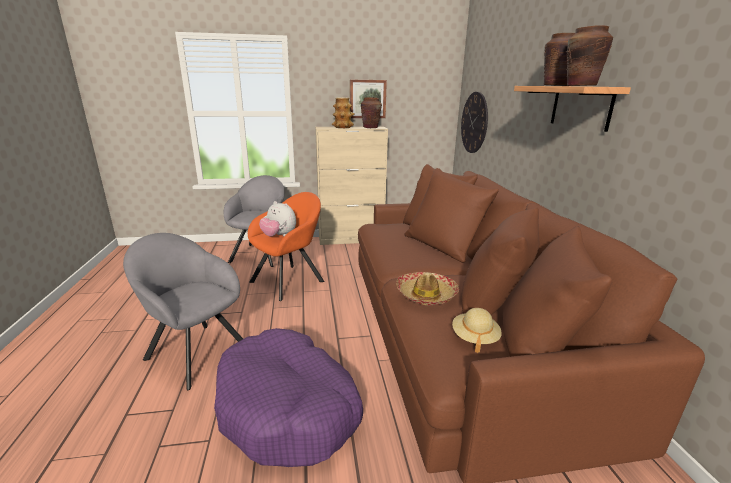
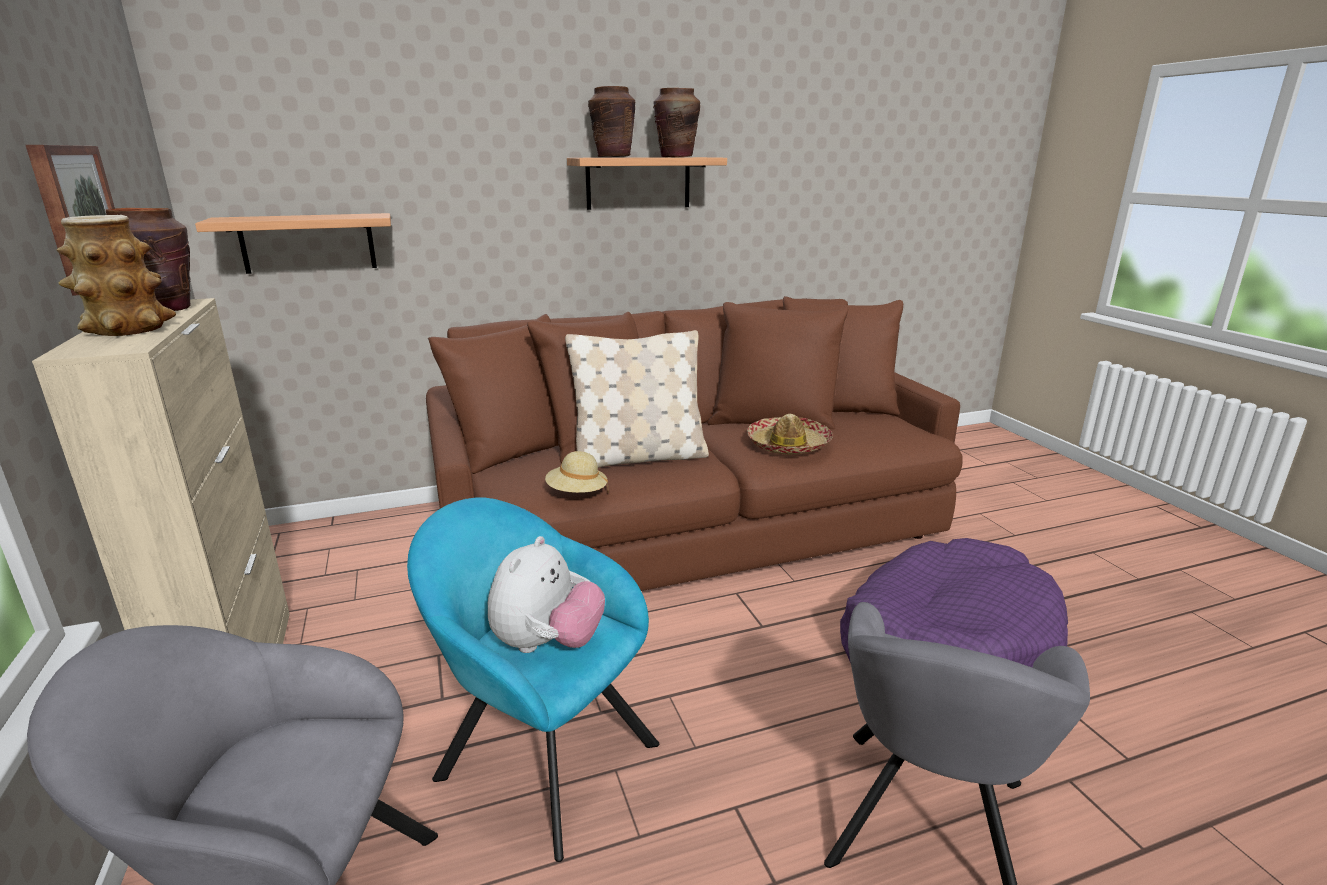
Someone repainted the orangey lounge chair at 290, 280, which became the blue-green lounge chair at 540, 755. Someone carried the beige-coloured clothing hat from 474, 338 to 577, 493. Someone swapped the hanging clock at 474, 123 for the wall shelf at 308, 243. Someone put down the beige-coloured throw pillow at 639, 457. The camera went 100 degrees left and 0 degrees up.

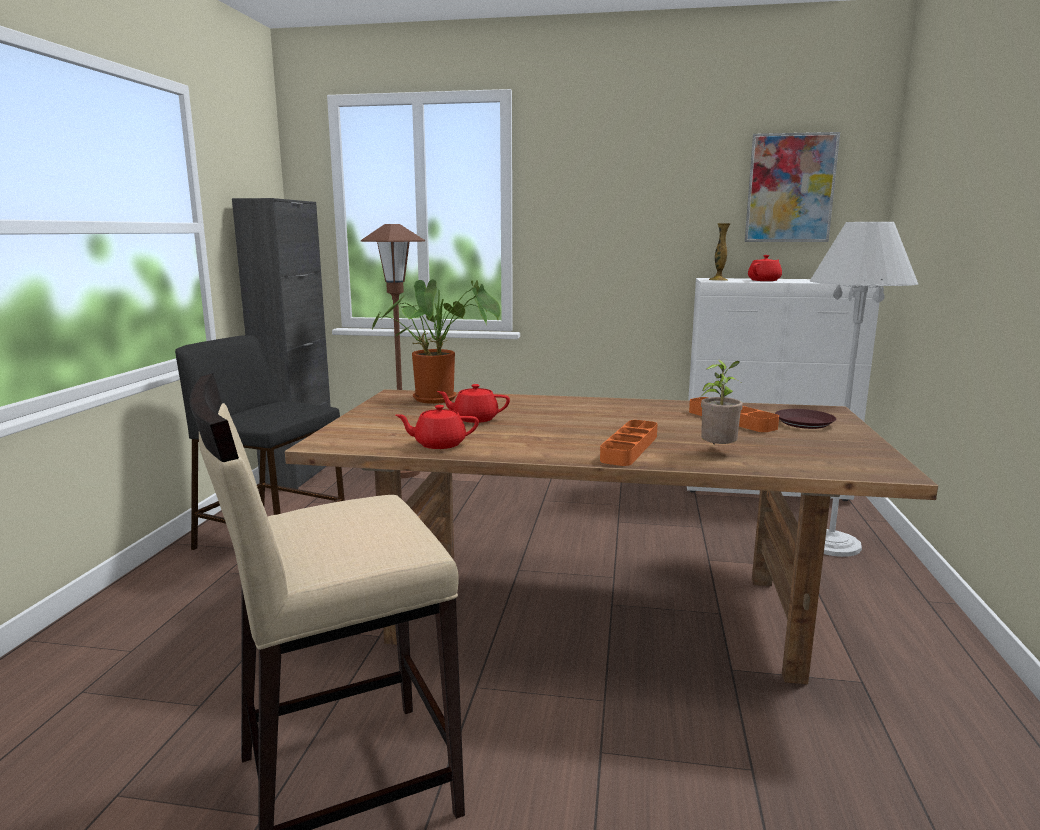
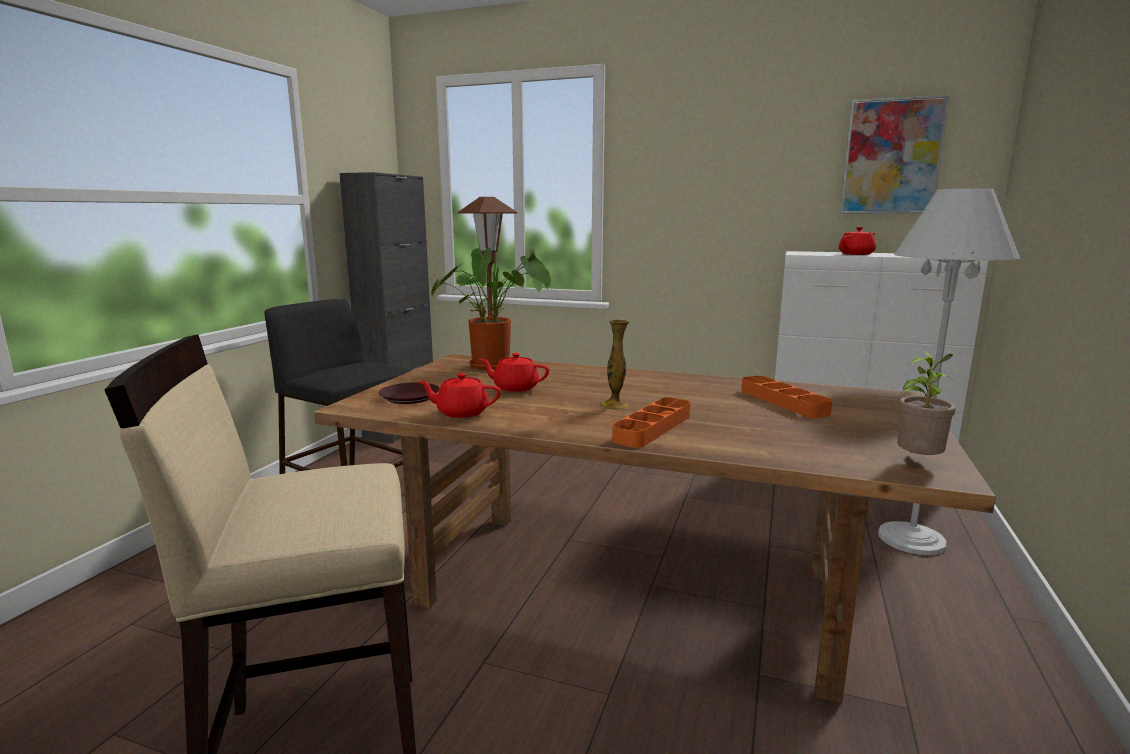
Someone carried the plant in a pot from 718, 452 to 917, 463. Someone carried the decorative vase from 718, 280 to 614, 406. Someone carried the brownish flat dish from 803, 423 to 409, 397. The camera went 10 degrees right and 0 degrees up.

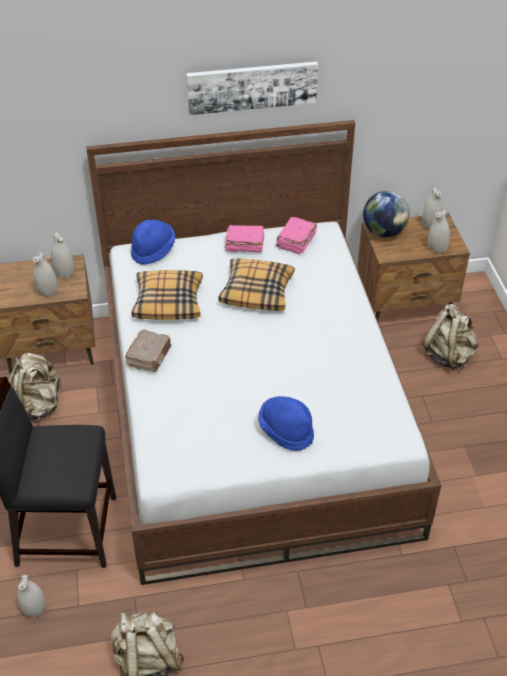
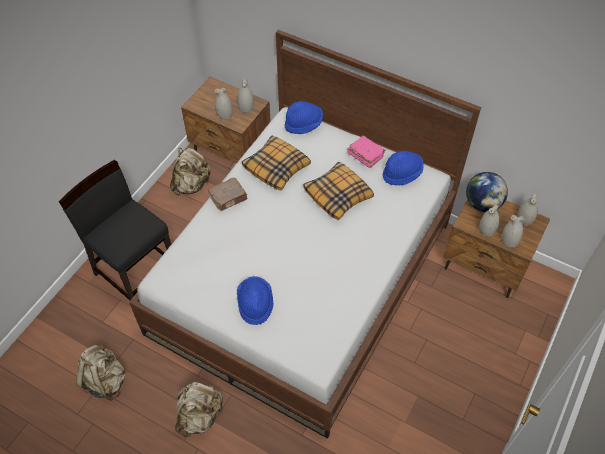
Someone carried the whitish decorative vase from 33, 608 to 486, 230. Someone took away the wall art at 252, 86. Someone swapped the pink-coloured book at 295, 241 for the blue clothing hat at 402, 174. Someone carried the beige-coloured rucksack from 448, 355 to 199, 416. The camera went 40 degrees right and 10 degrees up.

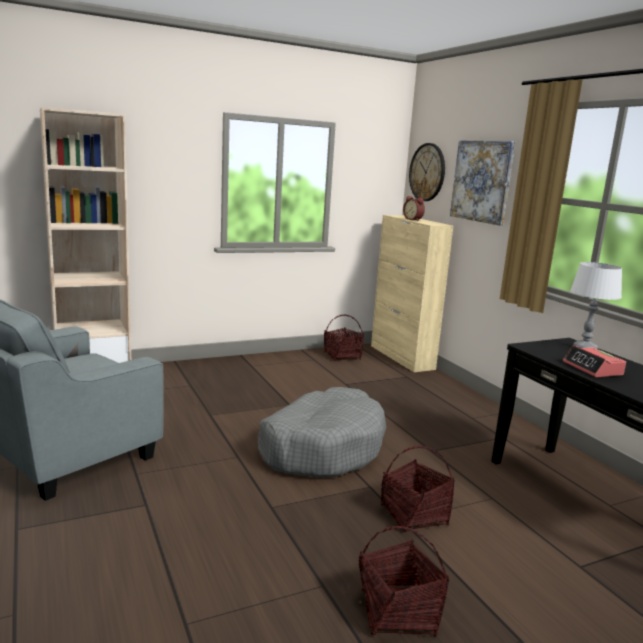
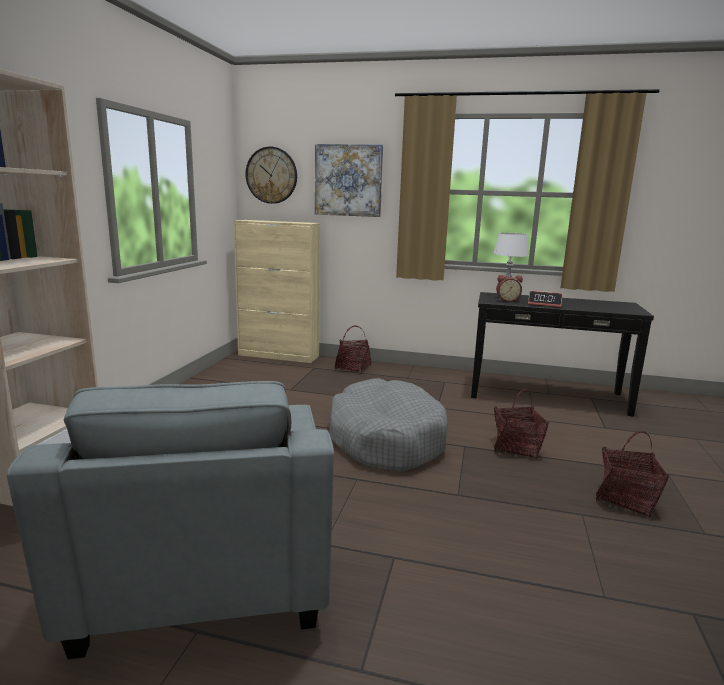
Someone carried the household basket from 342, 356 to 353, 367. Someone carried the table clock from 413, 219 to 507, 300. The camera went 50 degrees left and 0 degrees up.

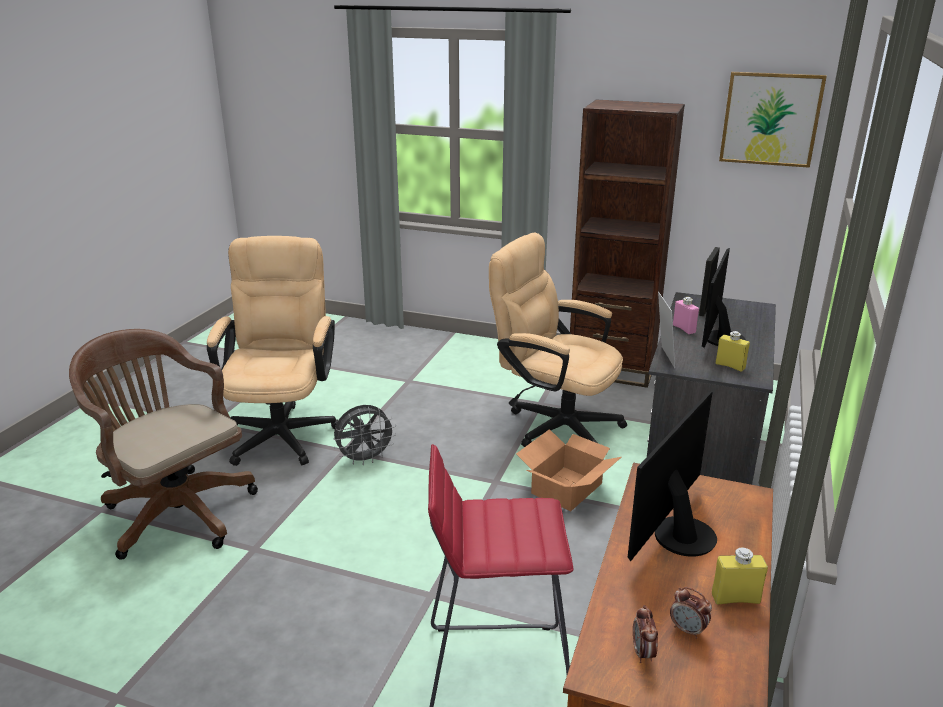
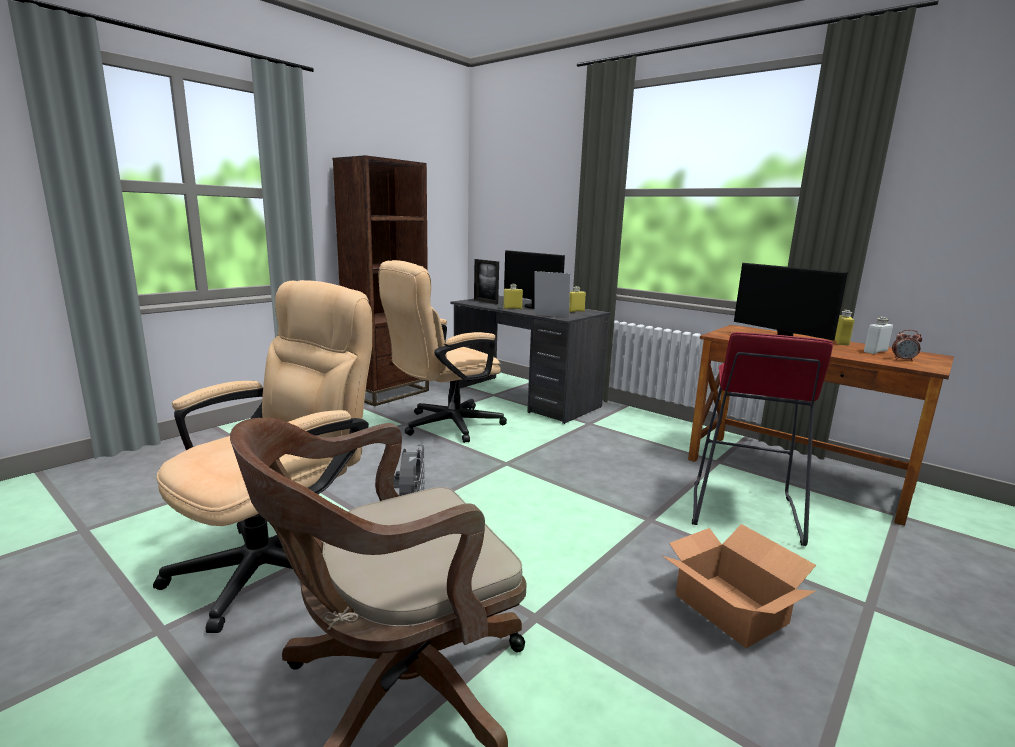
Someone rotated the beige-coloured computer chair at 283, 430 by 105 degrees clockwise. Someone carried the cardboard box from 568, 488 to 730, 608. Someone swapped the table clock at 688, 630 for the whitish drink bottle at 875, 351. Someone repainted the pink-coloured drink bottle at 684, 329, which became the yellow-coloured drink bottle at 512, 308. Someone took away the wall art at 770, 119. The camera went 70 degrees left and 10 degrees down.

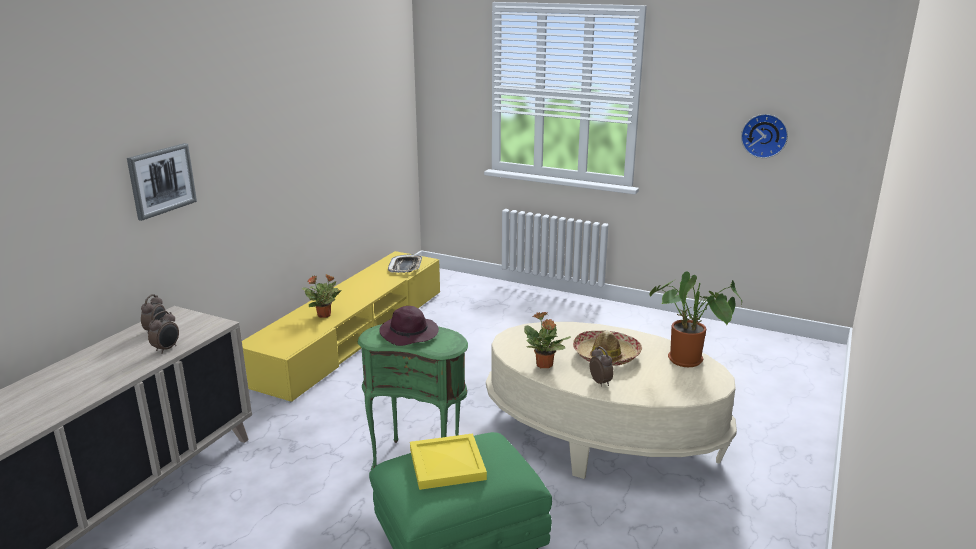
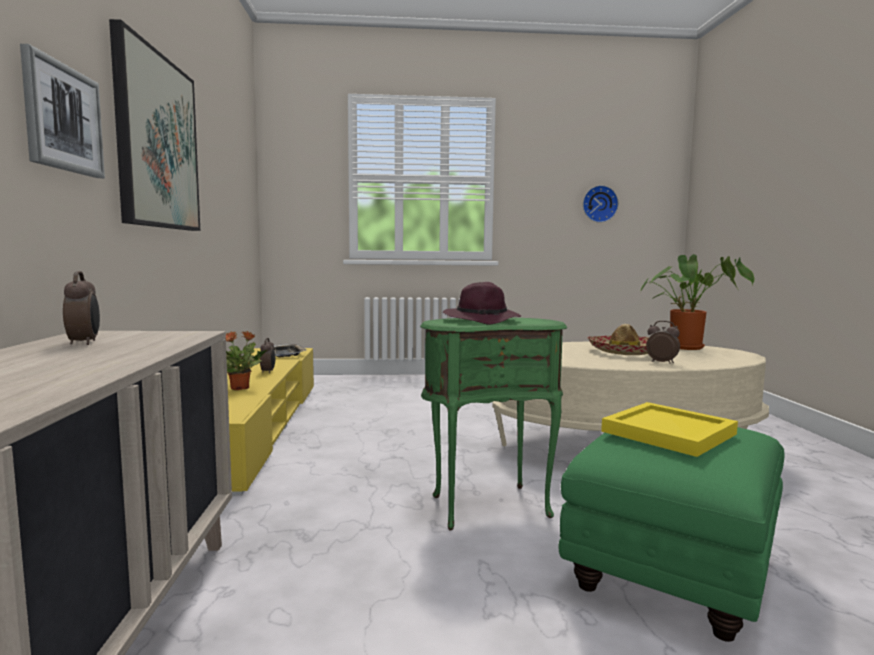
Someone carried the table clock from 167, 349 to 268, 372. Someone took away the plant in a pot at 544, 365. Someone put up the wall art at 157, 142. The camera went 30 degrees left and 15 degrees down.

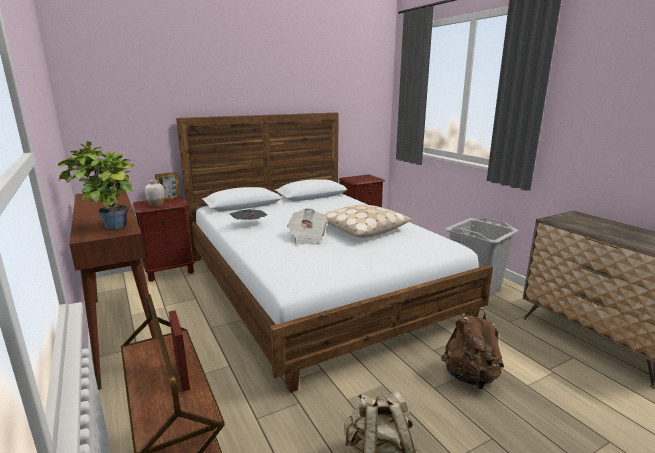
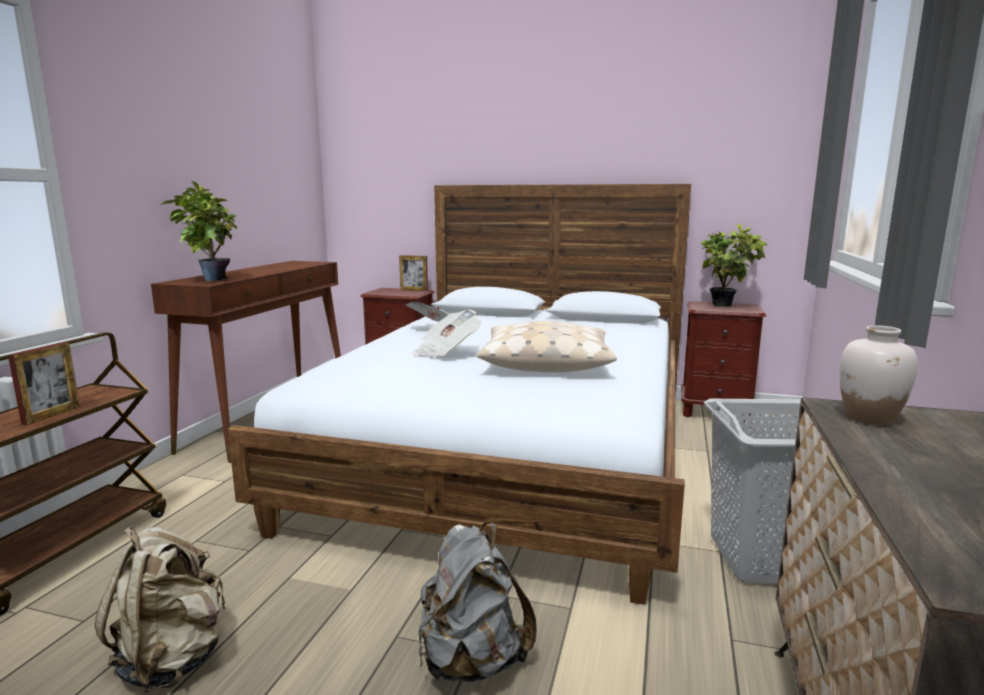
Someone carried the whitish decorative vase from 156, 205 to 870, 418. Someone repainted the brownish rucksack at 470, 377, which became the greyish rucksack at 471, 661. Someone put down the plant in a pot at 727, 306. The camera went 45 degrees right and 5 degrees down.

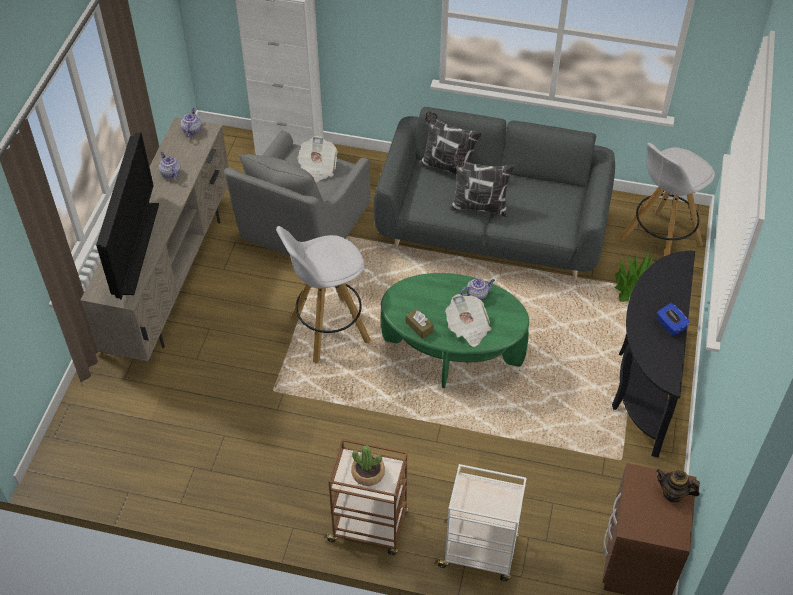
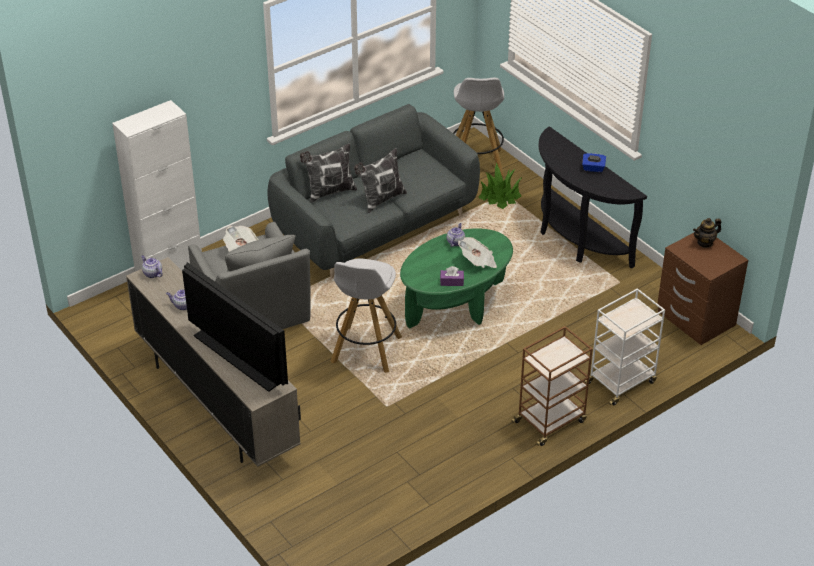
Someone took away the plant in a pot at 368, 473. Someone repainted the brownish tissue holder at 419, 327, which became the purple tissue holder at 451, 282. The camera went 50 degrees left and 10 degrees down.

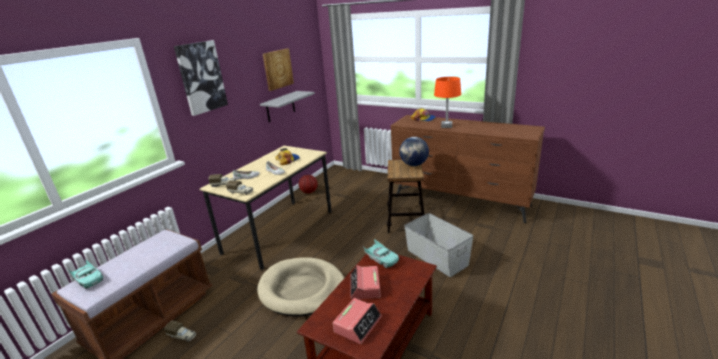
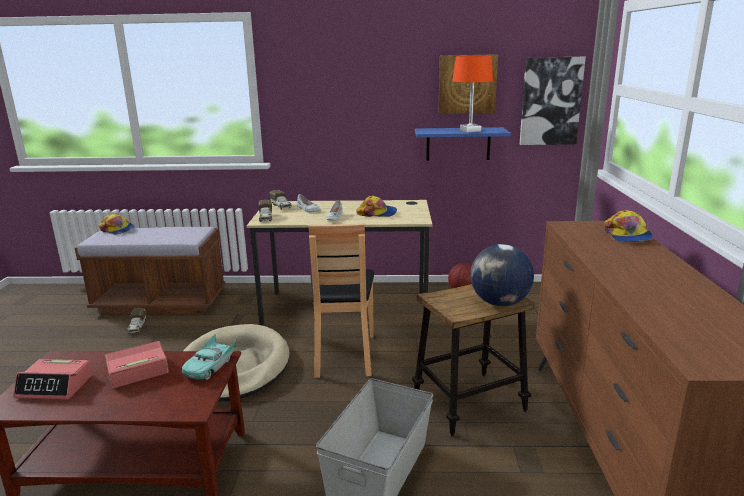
Someone swapped the blue-green toy car at 88, 279 for the cap at 118, 230. Someone carried the wall art from 201, 77 to 550, 101. Someone repainted the greyish wall shelf at 280, 107, which became the blue wall shelf at 458, 144. Someone carried the orangey table lamp from 446, 126 to 470, 131. Someone put down the brownish plain chair at 344, 354. The camera went 60 degrees right and 5 degrees down.

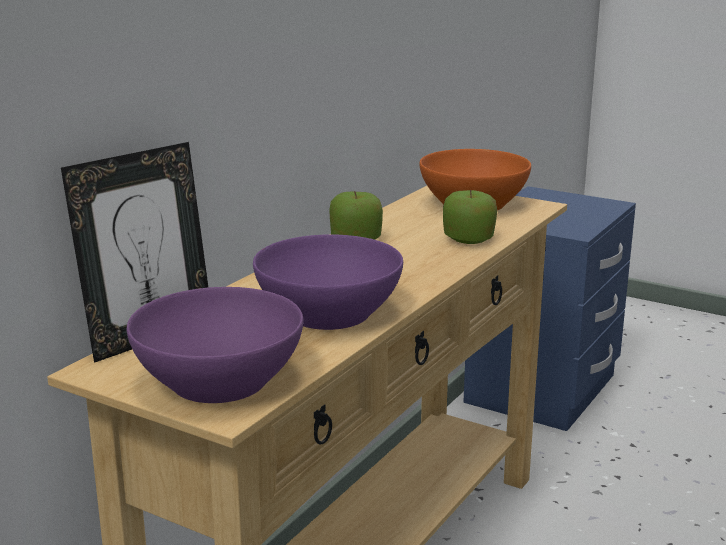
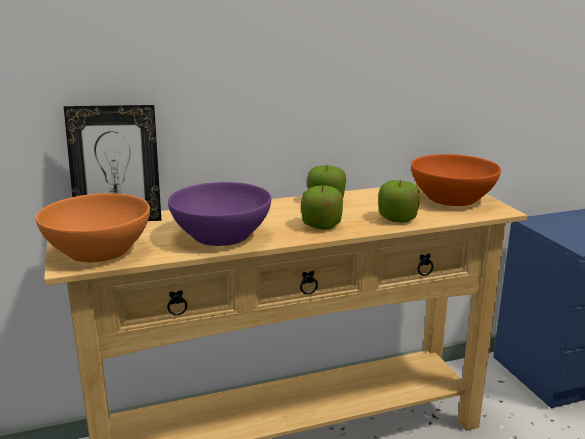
Someone repainted the purple serving bowl at 220, 380, which became the orangey serving bowl at 99, 250. Someone put down the apple at 321, 225. The camera went 40 degrees right and 0 degrees up.

